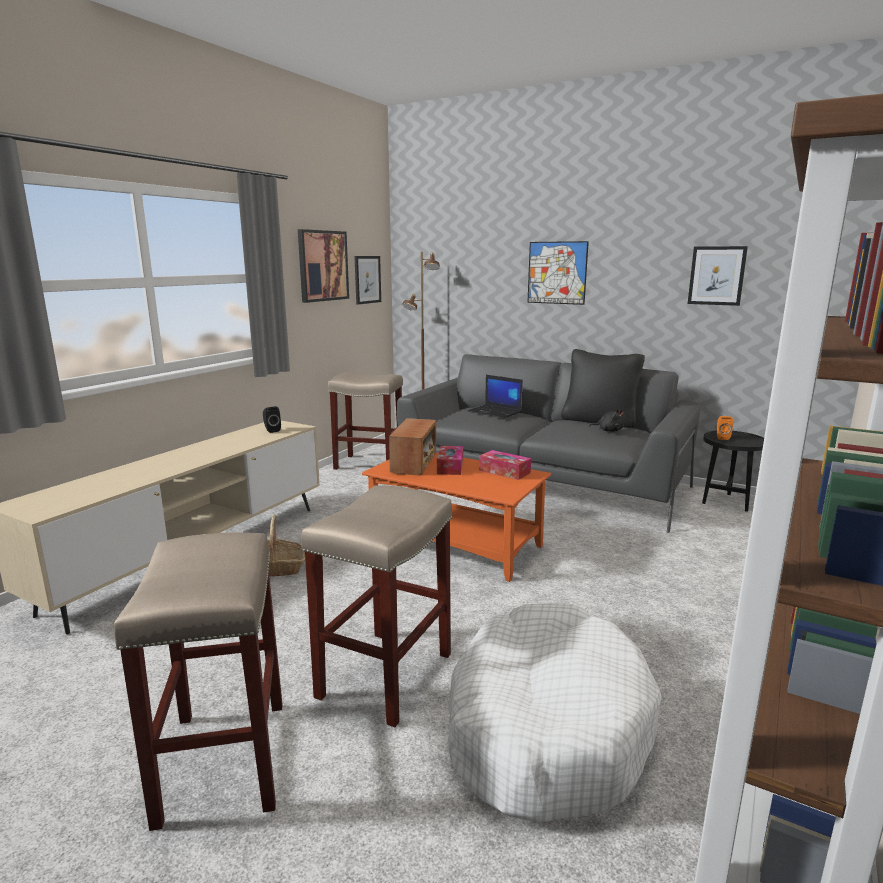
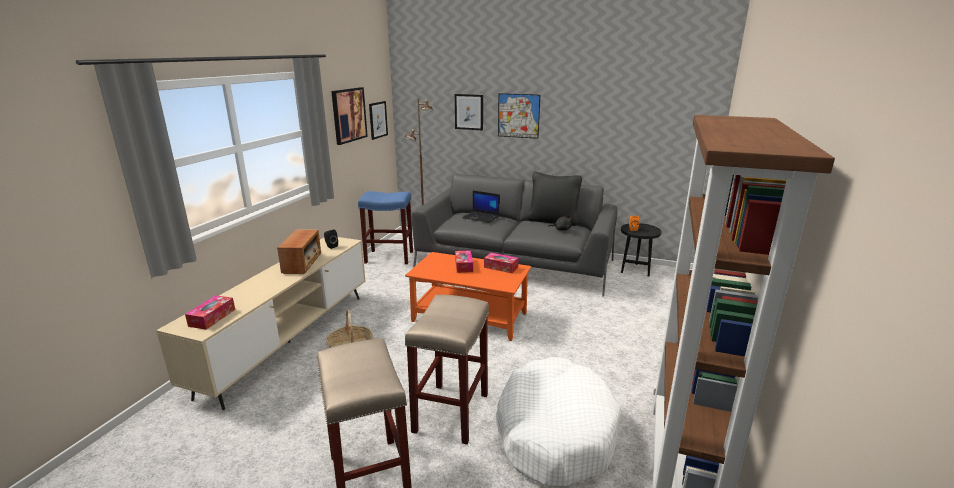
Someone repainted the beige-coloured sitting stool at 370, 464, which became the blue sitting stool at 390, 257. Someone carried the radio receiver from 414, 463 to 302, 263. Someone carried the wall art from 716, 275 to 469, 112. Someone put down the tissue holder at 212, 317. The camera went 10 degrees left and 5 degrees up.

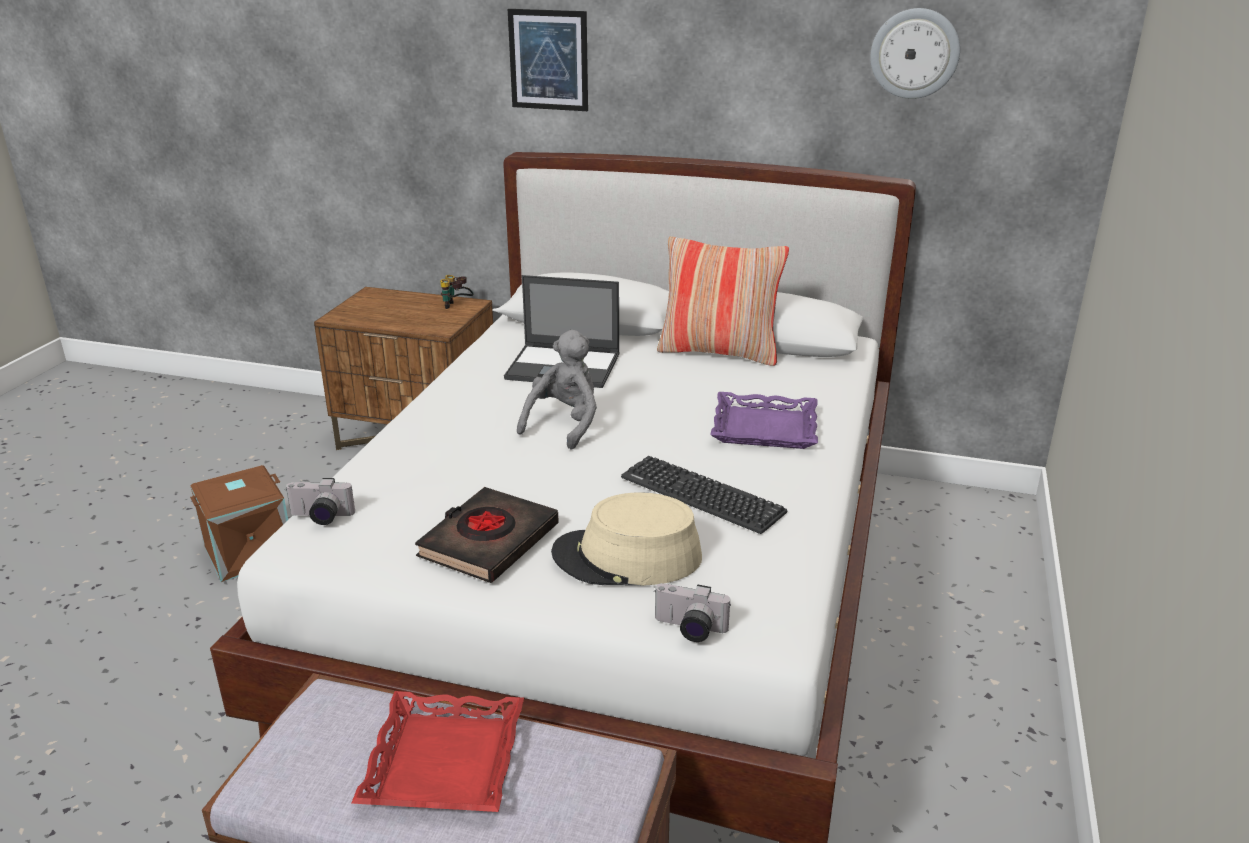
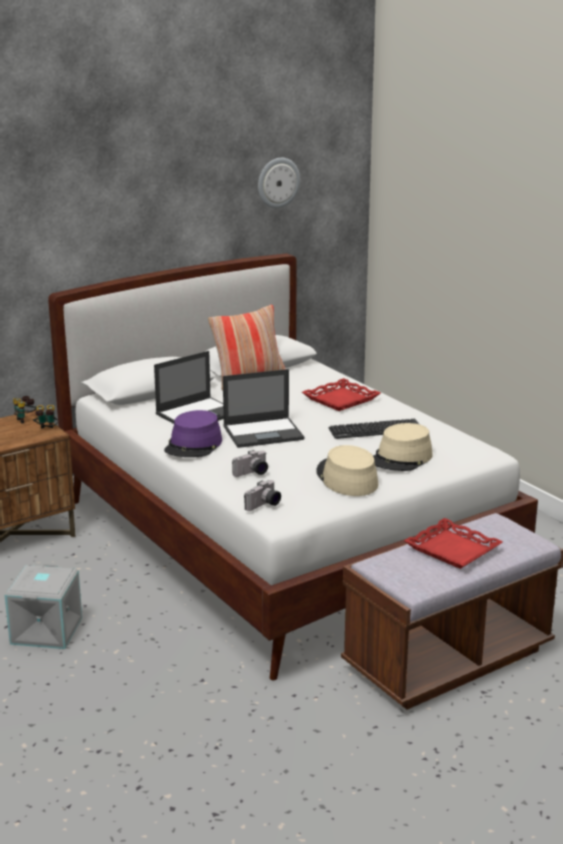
Someone repainted the brownish storage bin at 249, 553, which became the greyish storage bin at 47, 631. Someone swapped the black book at 488, 542 for the beige-coloured clothing hat at 346, 478. Someone took away the wall art at 548, 60. Someone swapped the greyish plush toy at 564, 424 for the laptop at 264, 433. Someone carried the photo camera from 688, 629 to 252, 473. Someone repainted the purple serving tray at 765, 428, which became the red serving tray at 340, 399. Someone put down the field glasses at 46, 430. Someone put down the purple clothing hat at 194, 445. The camera went 50 degrees left and 5 degrees down.

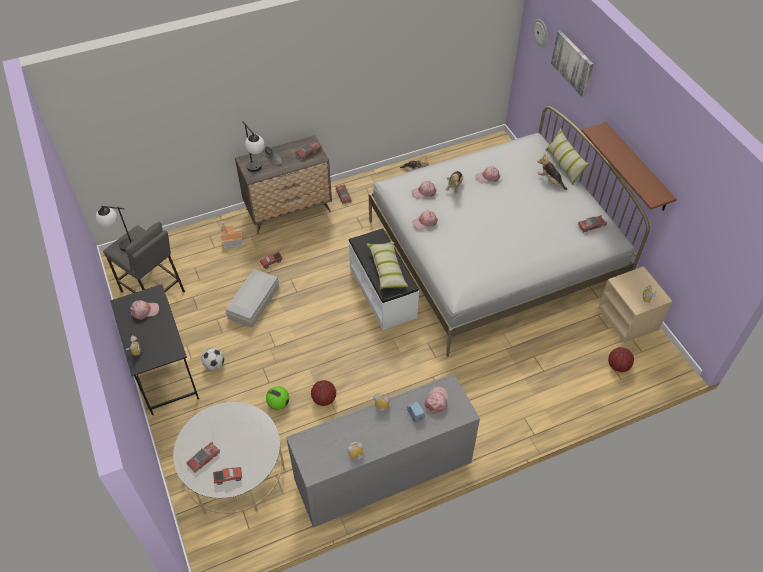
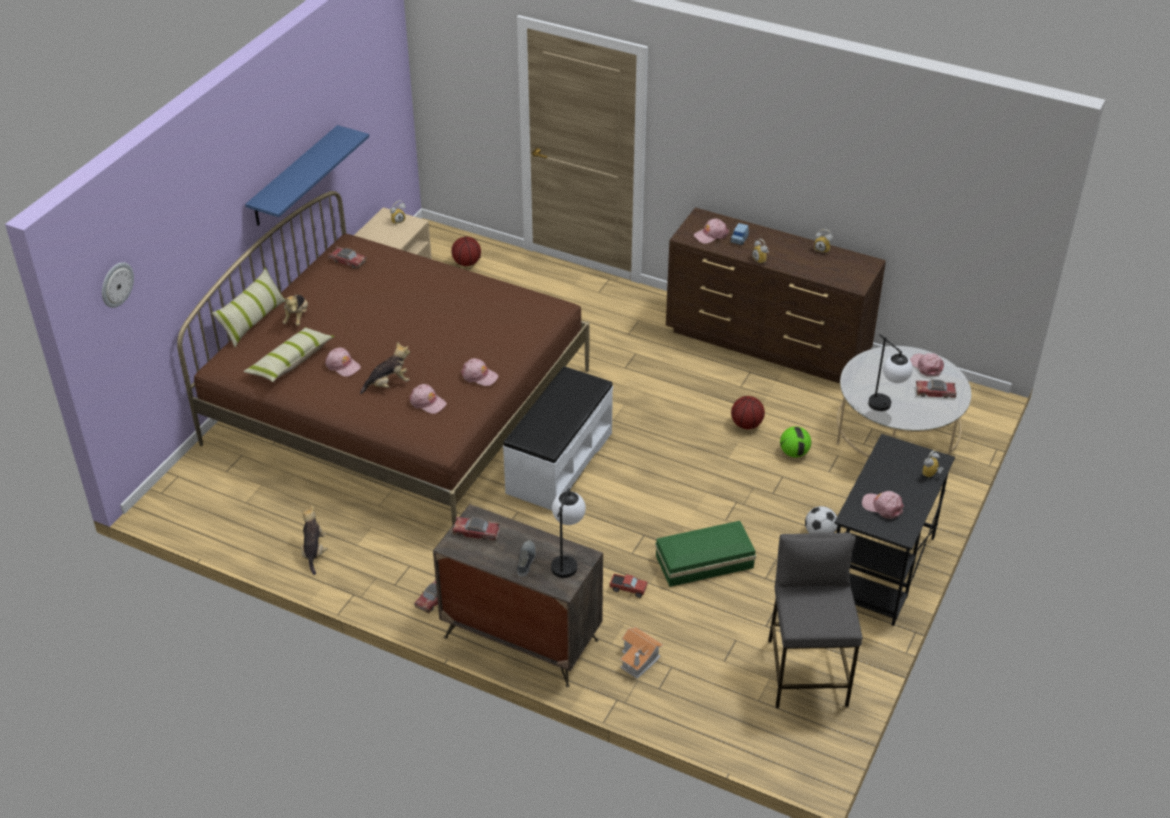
Someone carried the table lamp from 121, 245 to 886, 409. Someone swapped the model truck at 228, 477 for the pink-coloured cap at 926, 366. Someone repainted the whitish storage bin at 255, 302, which became the greenish storage bin at 702, 561. Someone repainted the greyish dresser at 382, 474, which became the brownish dresser at 768, 344. Someone carried the throw pillow from 387, 269 to 290, 362. Someone repainted the whitish bedroom bed at 494, 254, which became the brownish bedroom bed at 399, 406. Someone took away the wall art at 573, 63. Someone repainted the brownish wall shelf at 636, 167, which became the blue wall shelf at 294, 177. The camera went 130 degrees left and 10 degrees down.

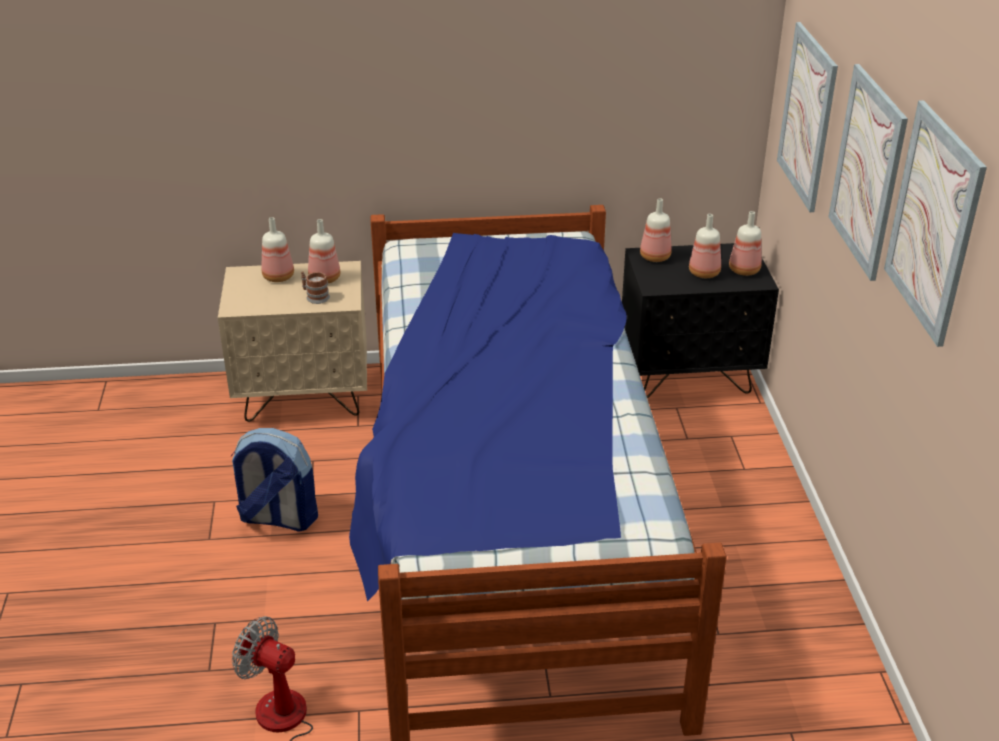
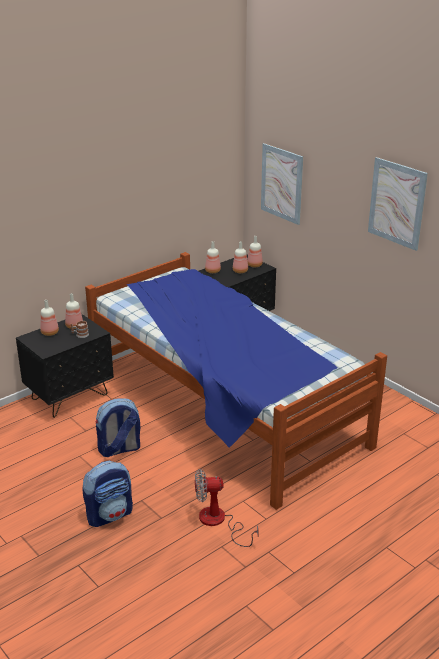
Someone repainted the beige-coloured night table at 304, 397, which became the black night table at 70, 397. Someone took away the wall art at 867, 171. Someone put down the rucksack at 110, 514. The camera went 35 degrees left and 5 degrees down.

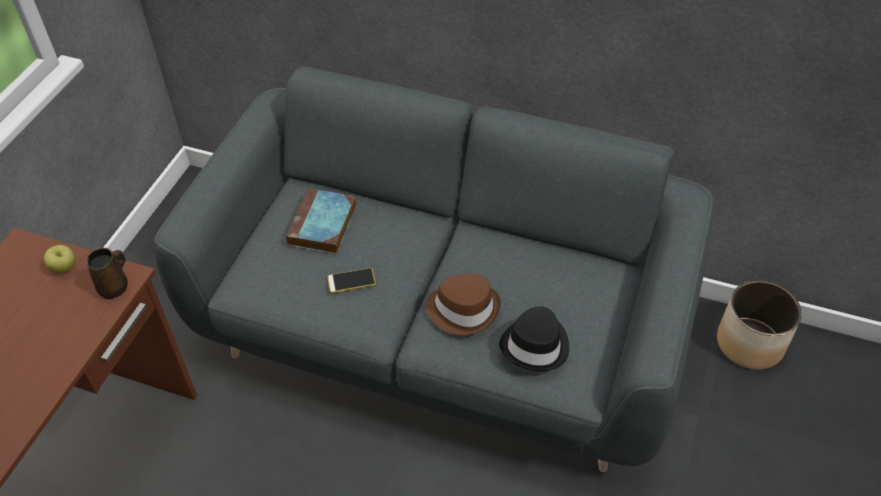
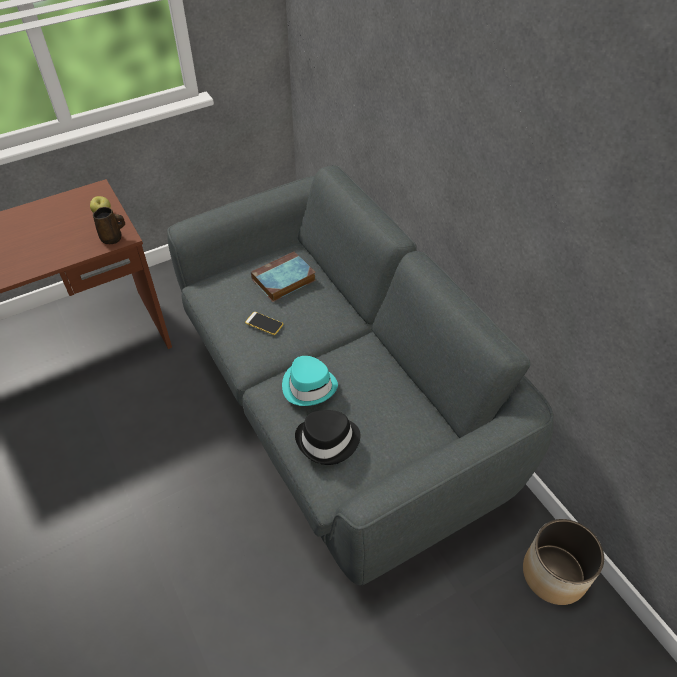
Someone repainted the brownish clothing hat at 463, 309, which became the blue-green clothing hat at 309, 386. The camera went 40 degrees right and 0 degrees up.

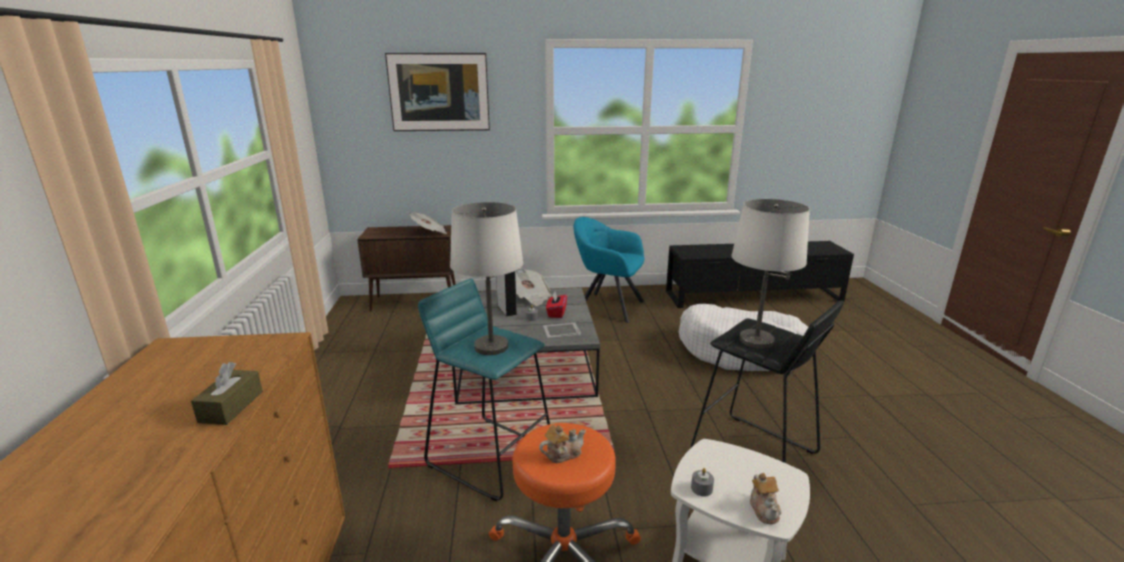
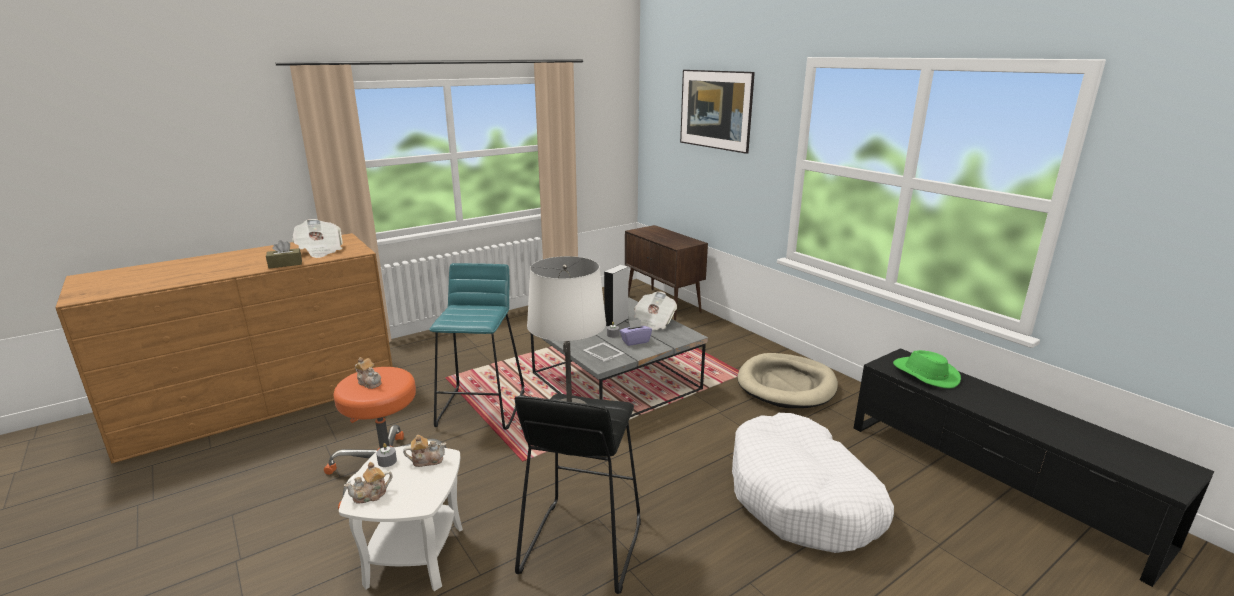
Someone carried the daily paper from 429, 232 to 320, 251. Someone took away the whitish table lamp at 491, 347. Someone repainted the red tissue holder at 556, 313, which became the purple tissue holder at 635, 341. Someone swapped the blue-green lounge chair at 607, 306 for the beige-coloured dog cushion at 786, 385. Someone put down the pot for tea at 427, 460. Someone put down the greenish clothing hat at 925, 374. The camera went 60 degrees right and 0 degrees up.

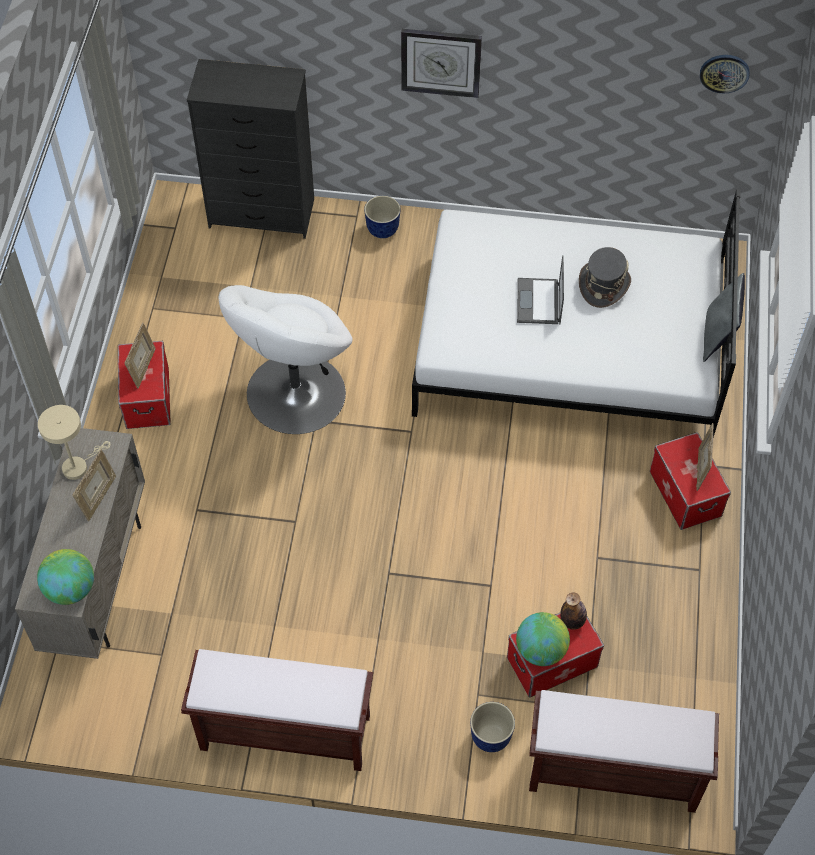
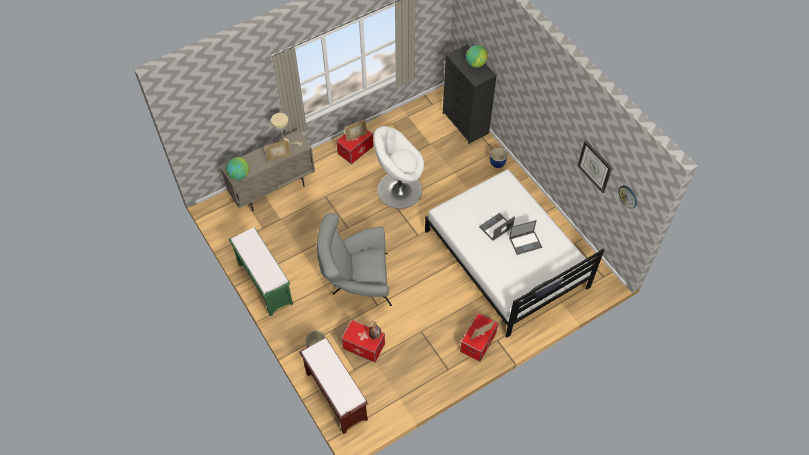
Someone repainted the brownish bench at 283, 733, which became the greenish bench at 264, 283. Someone carried the hanging clock from 441, 62 to 595, 166. Someone carried the globe from 541, 650 to 476, 64. Someone swapped the greyish clothing hat at 603, 285 for the laptop at 525, 242. Someone put down the greyish lounge chair at 356, 281. The camera went 50 degrees right and 0 degrees up.

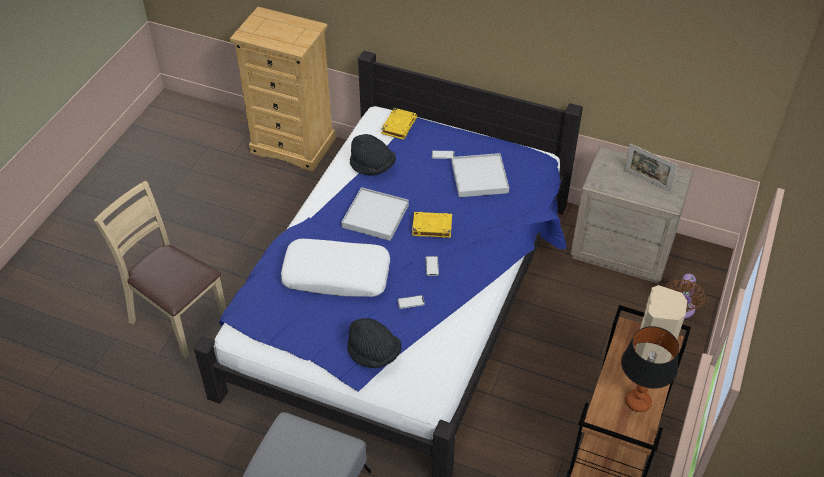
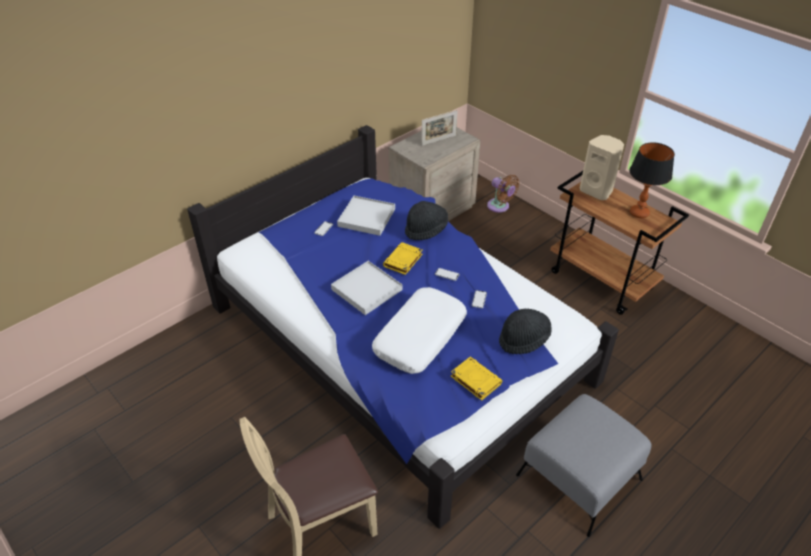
Someone took away the beige-coloured dresser at 293, 145. Someone carried the black clothing hat from 372, 167 to 426, 230. Someone carried the yellow-coloured book from 399, 125 to 475, 380. The camera went 65 degrees left and 5 degrees down.

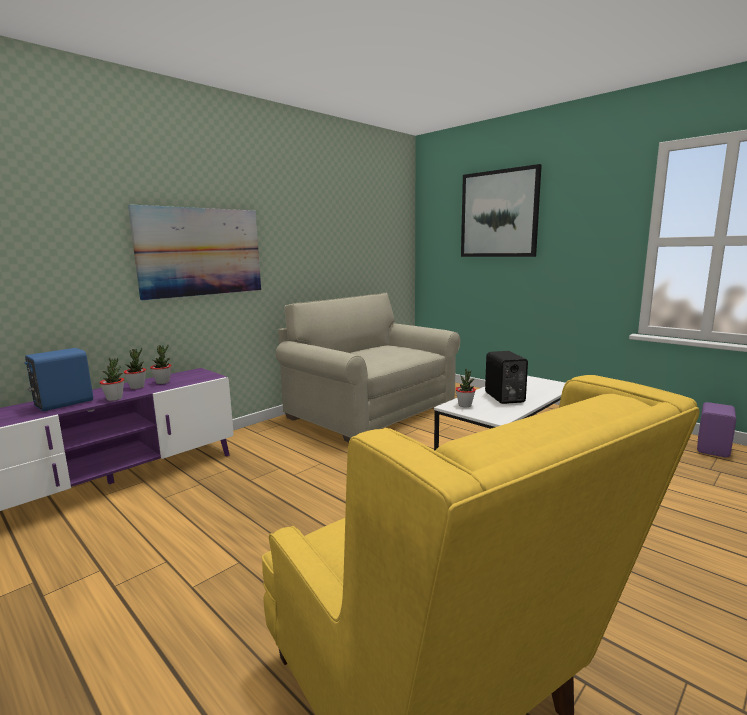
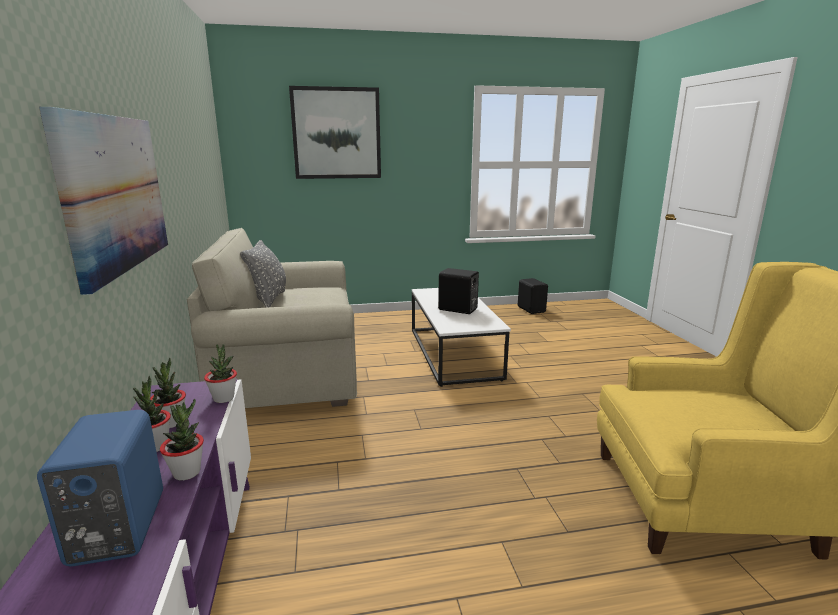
Someone carried the plant in a pot from 465, 405 to 224, 398. Someone repainted the purple speaker at 714, 449, which became the black speaker at 531, 309. Someone put down the greyish throw pillow at 268, 300. The camera went 55 degrees left and 5 degrees up.

